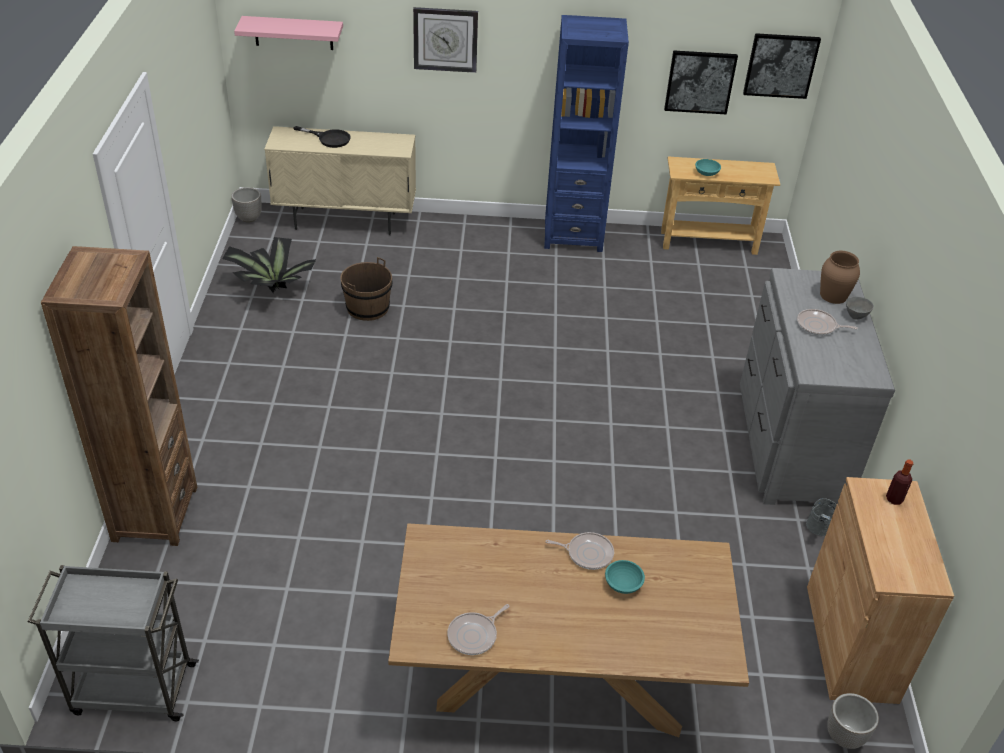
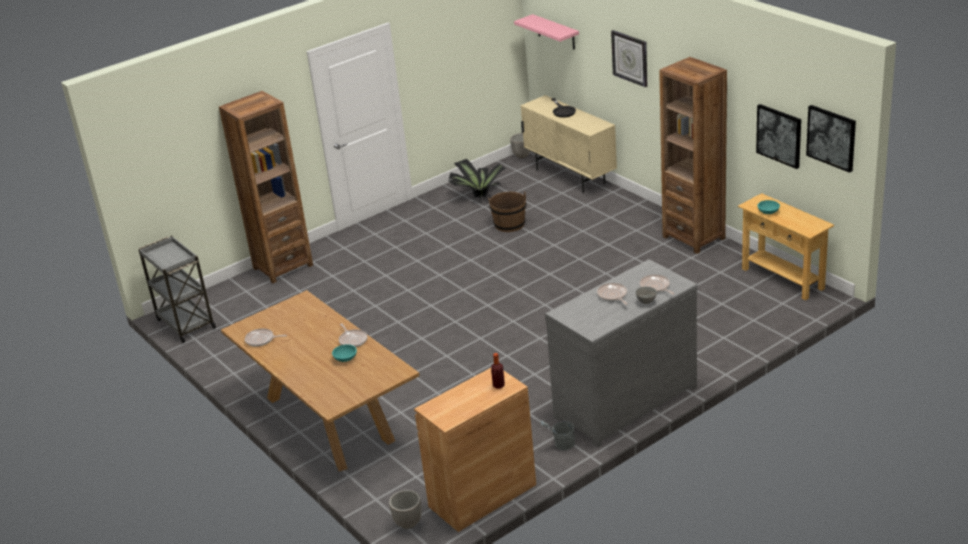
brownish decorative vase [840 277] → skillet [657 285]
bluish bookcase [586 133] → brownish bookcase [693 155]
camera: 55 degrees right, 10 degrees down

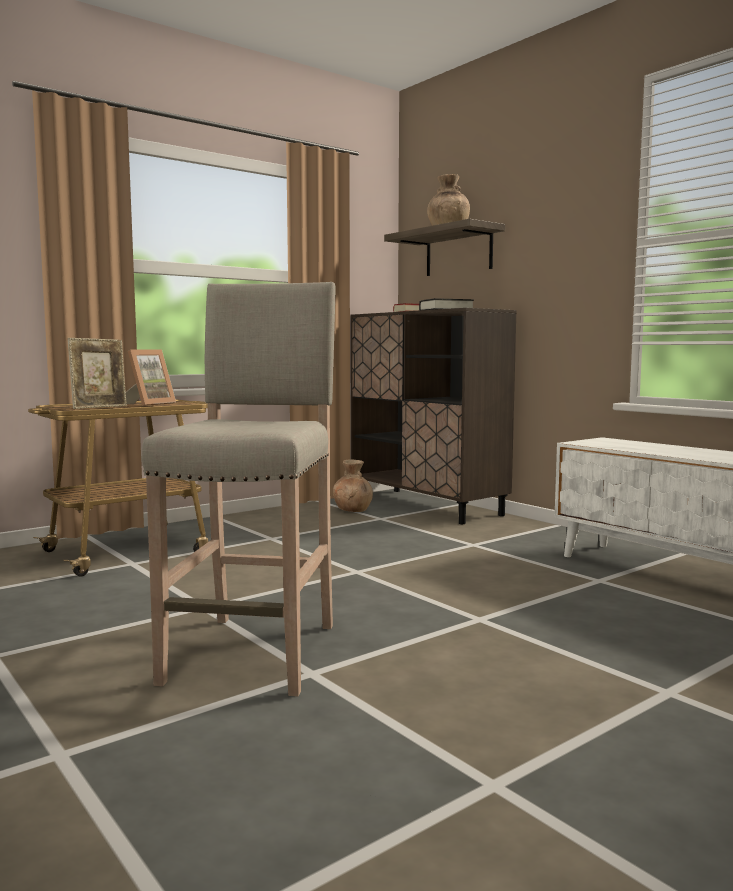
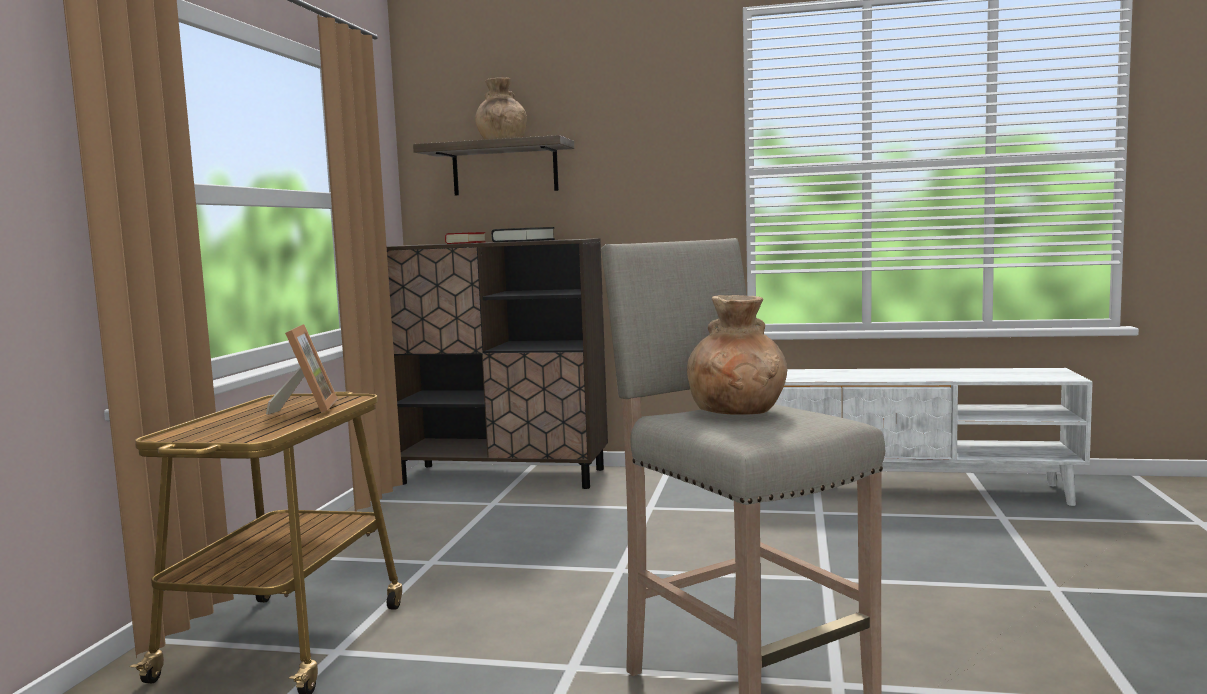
brownish decorative vase [353 485] → brownish decorative vase [737 355], move
photo frame [97 373] → -
camera: 40 degrees left, 0 degrees up

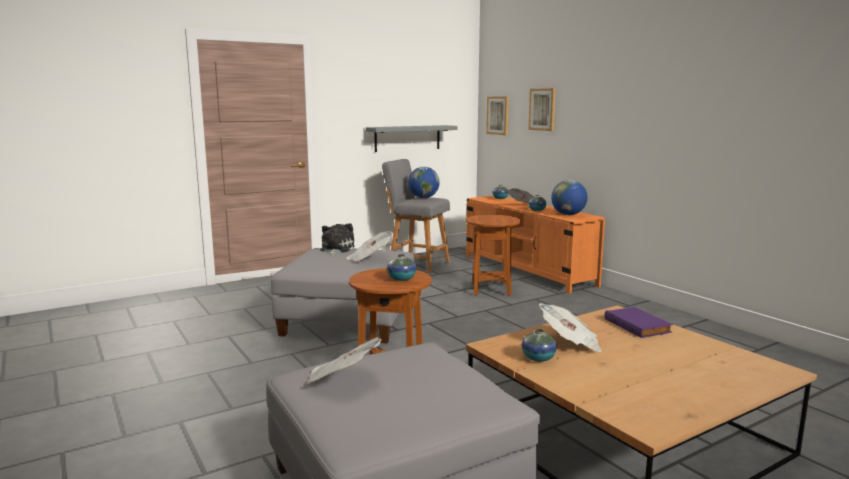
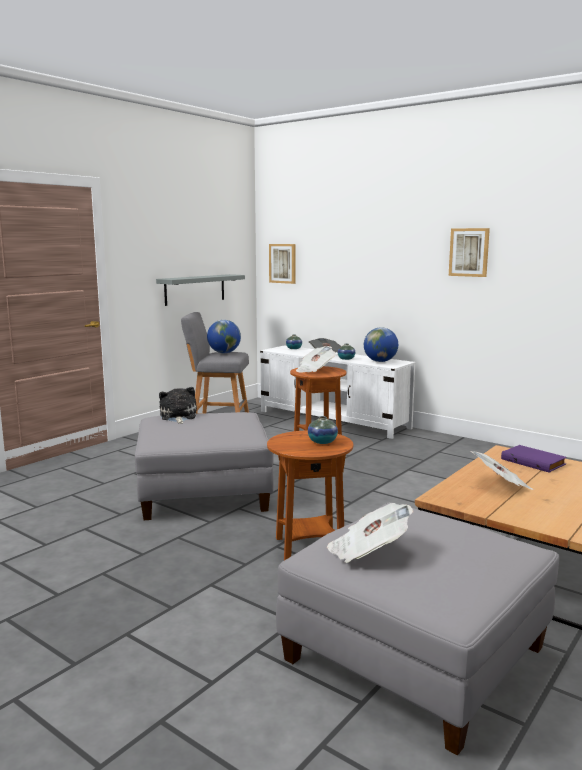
orange-coloured tv stand [536 245] → whitish tv stand [338 392]
daily paper [369 246] → daily paper [316 359], move
wall art [542 109] → wall art [469 252], move
decorative vase [539 345] → -
camera: 20 degrees left, 0 degrees up

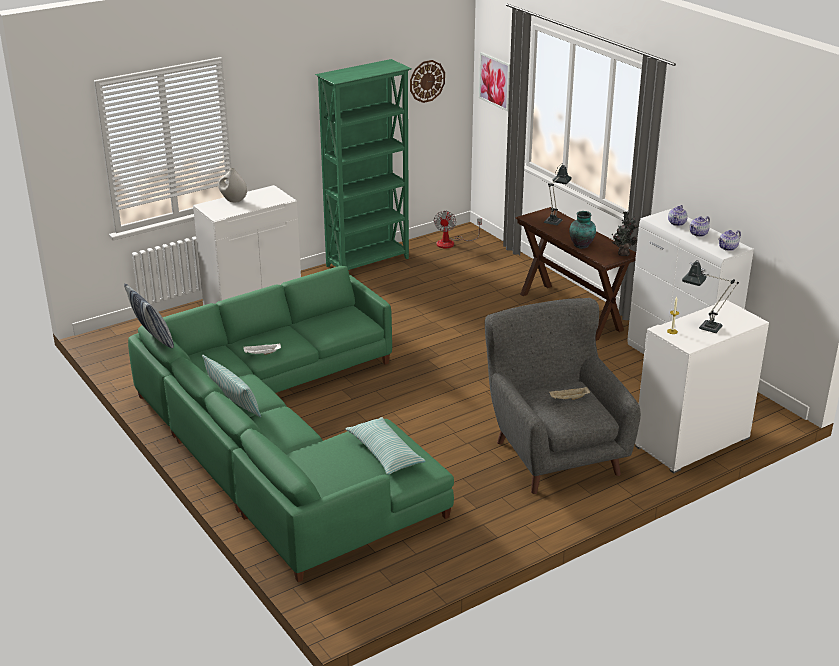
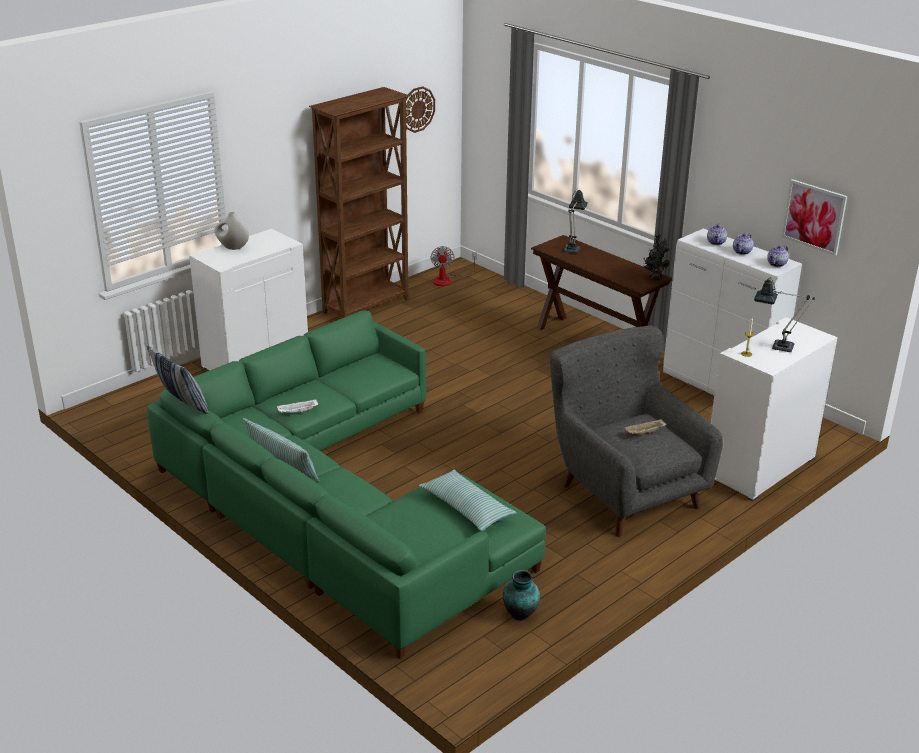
greenish bookcase [363 164] → brownish bookcase [359 202]
decorative vase [582 230] → decorative vase [521 595], move
wall art [494 81] → wall art [815 217], move
camera: 10 degrees left, 0 degrees up

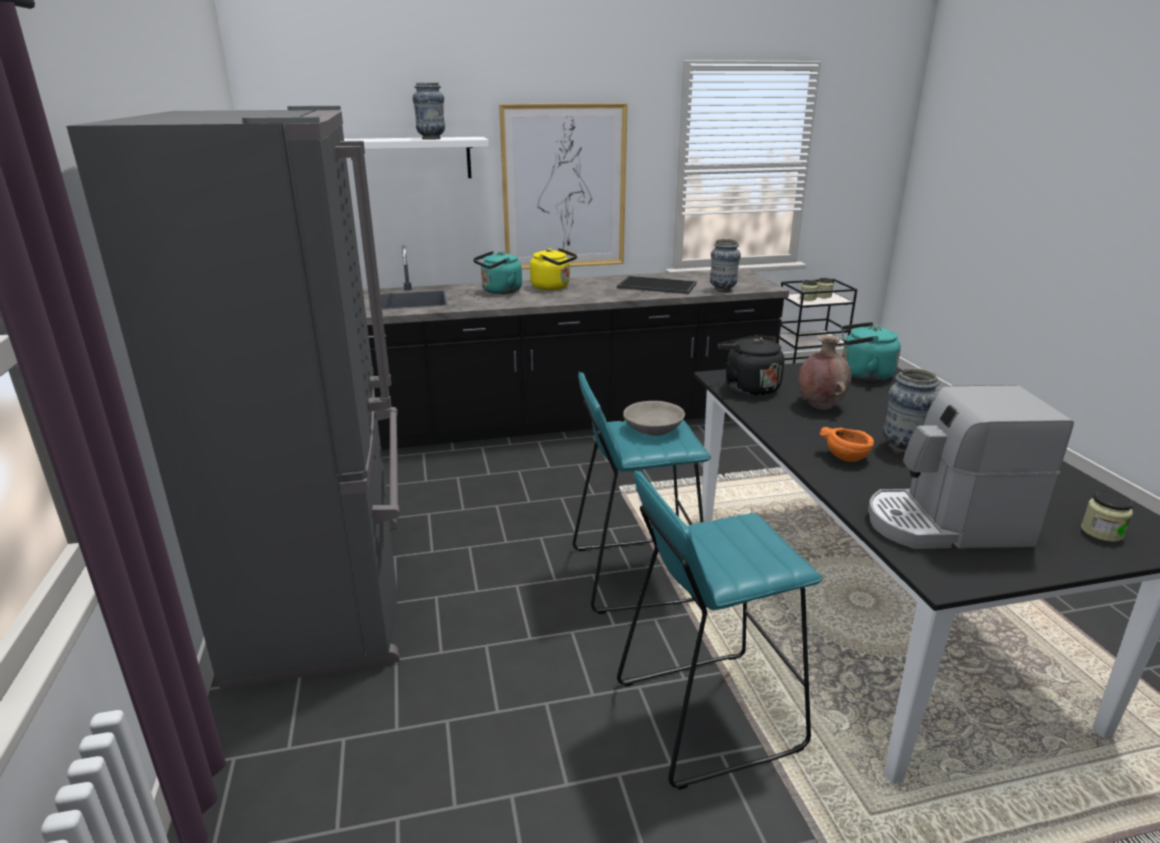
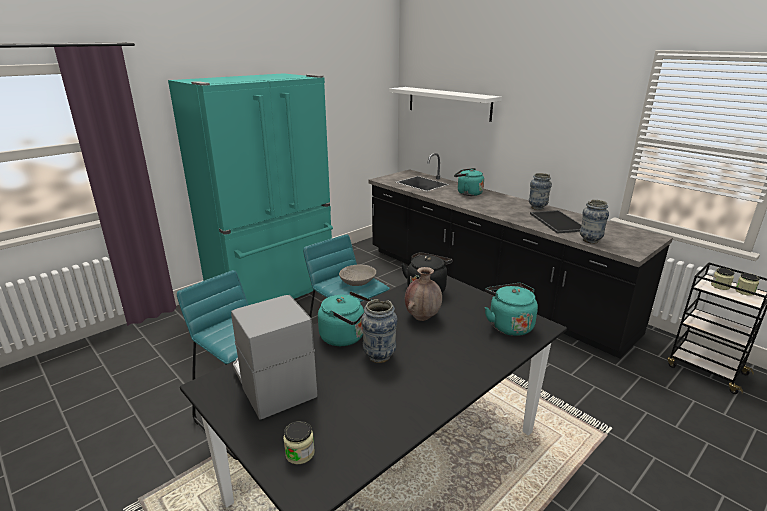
grey refrigerator [233 398] → turquoise-coloured refrigerator [250 189]
orange-coloured serving bowl [847 444] → turquoise-coloured water kettle [344 318]
decorative vase [429 111] → decorative vase [540 191], move
wall art [563 186] → -
yellow water kettle [553 269] → -
camera: 60 degrees right, 0 degrees up

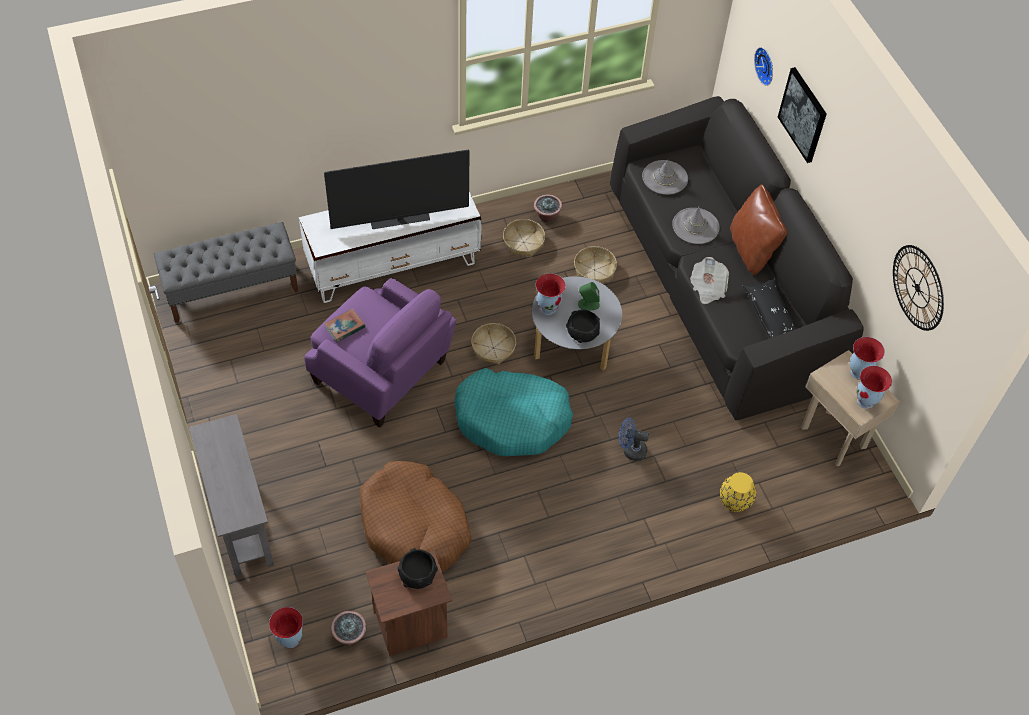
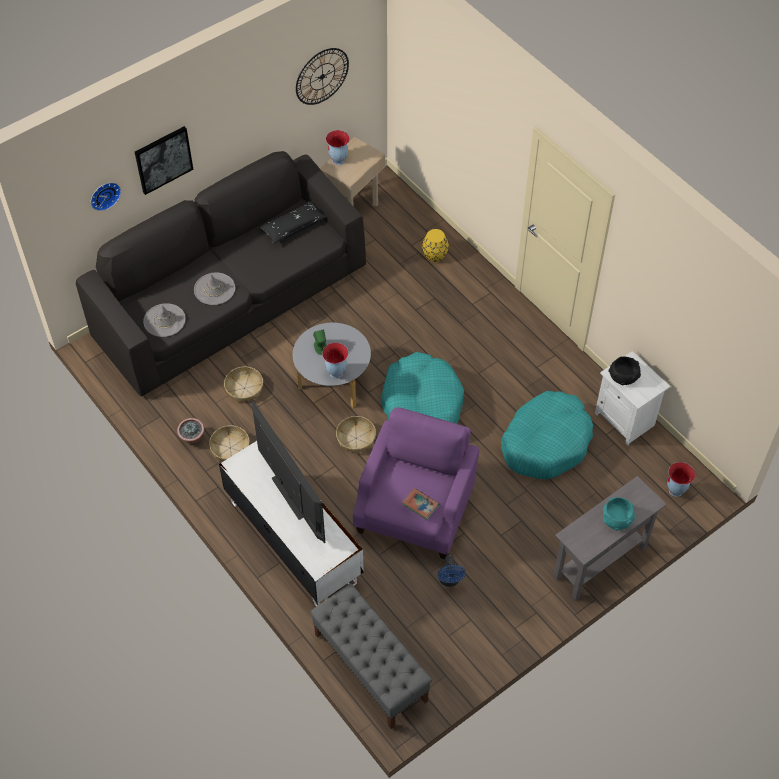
bluish electric fan [634 439] → bluish electric fan [451 571], move
brownish dog cushion [415 516] → turquoise-coloured dog cushion [547 435]
brownish bedside table [408 603] → whitish bedside table [632 398]
- → turquoise-coloured serving bowl [619 514]
houseplant [348 628] → -
black serving bowl [583 326] → -
daily paper [709 280] → -
brownish throw pillow [758 230] → -
decorative vase [874 387] → -
camera: 105 degrees left, 0 degrees up

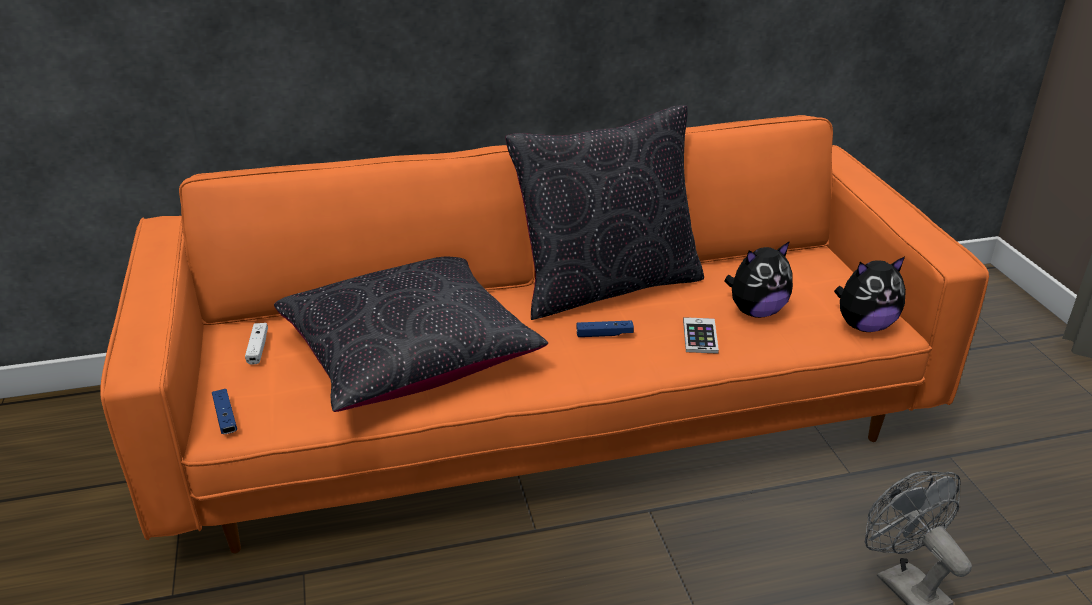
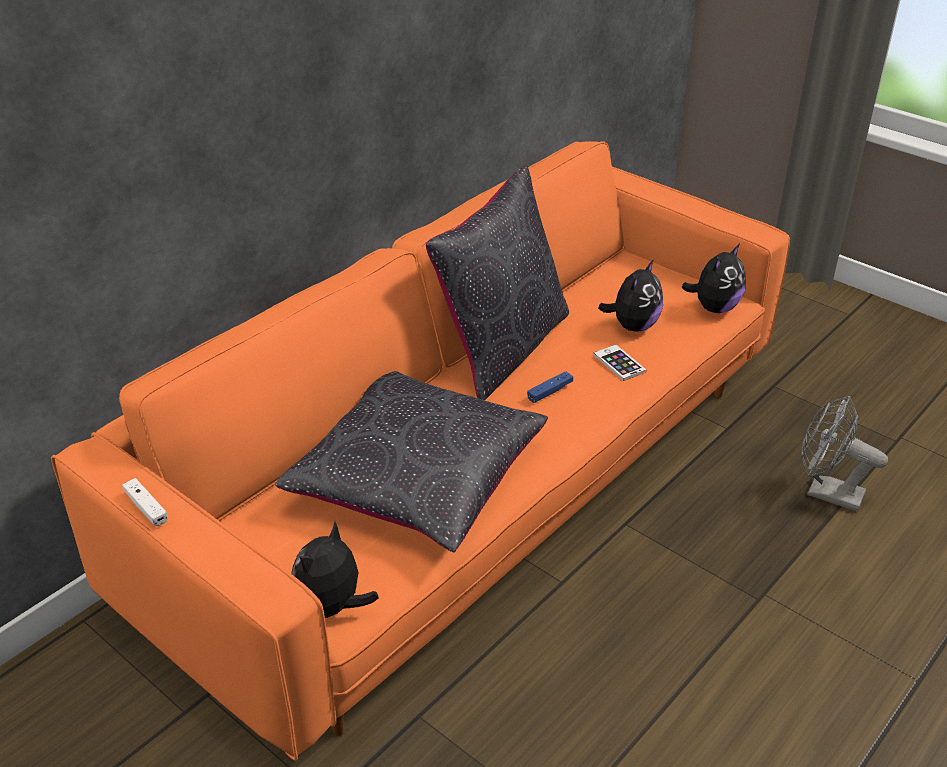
whitish joypad [256 344] → whitish joypad [145 502], move
bluish joypad [224 411] → soft toy [335 570]
camera: 35 degrees left, 5 degrees up

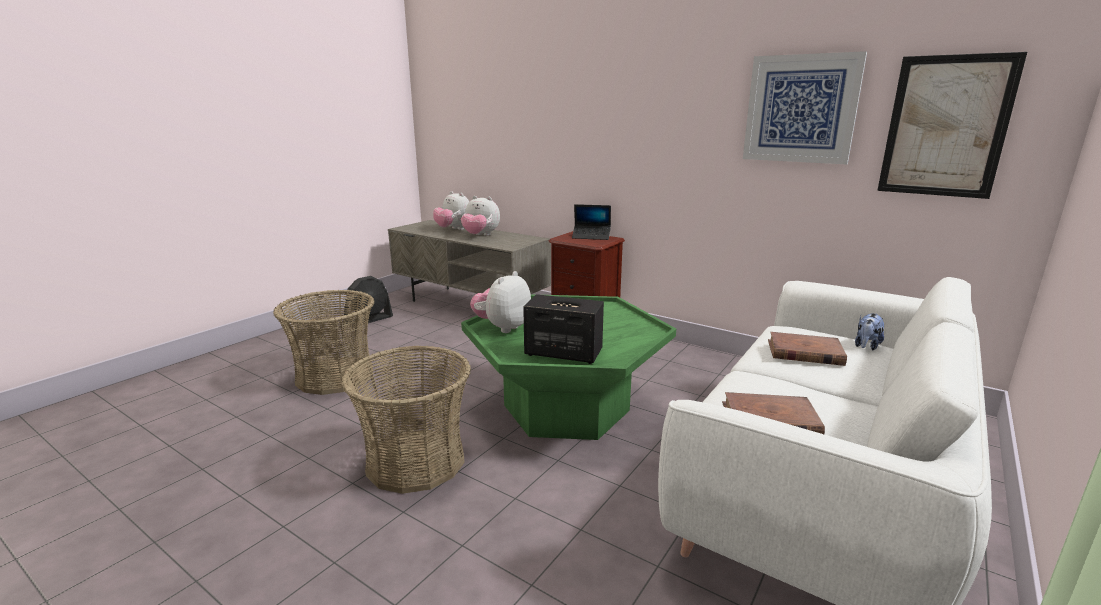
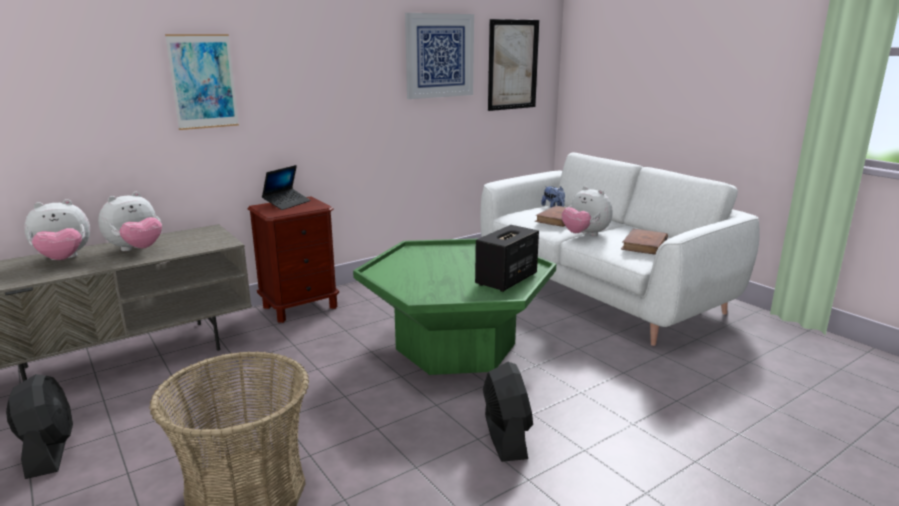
- → wall art [202 82]
storage basket [406 420] → black electric fan [508 412]
soft toy [500 302] → soft toy [587 211], move
camera: 70 degrees left, 0 degrees up

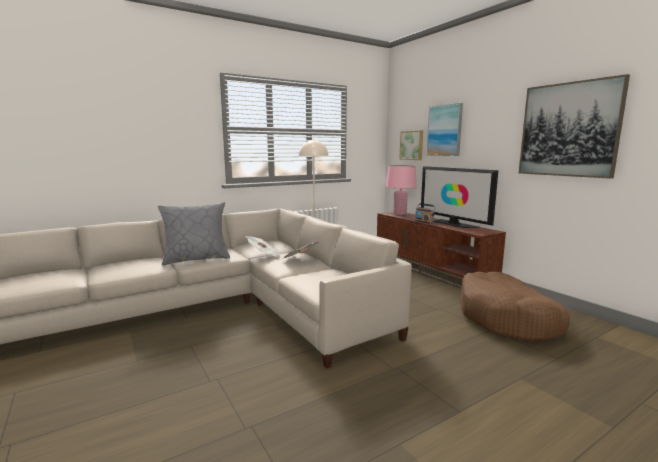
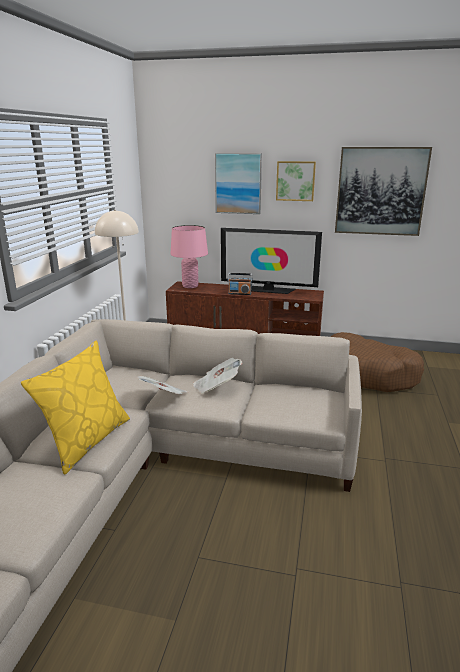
grey throw pillow [194 233] → yellow throw pillow [75 408]
wall art [411 145] → wall art [296 181], move
camera: 45 degrees left, 10 degrees up

